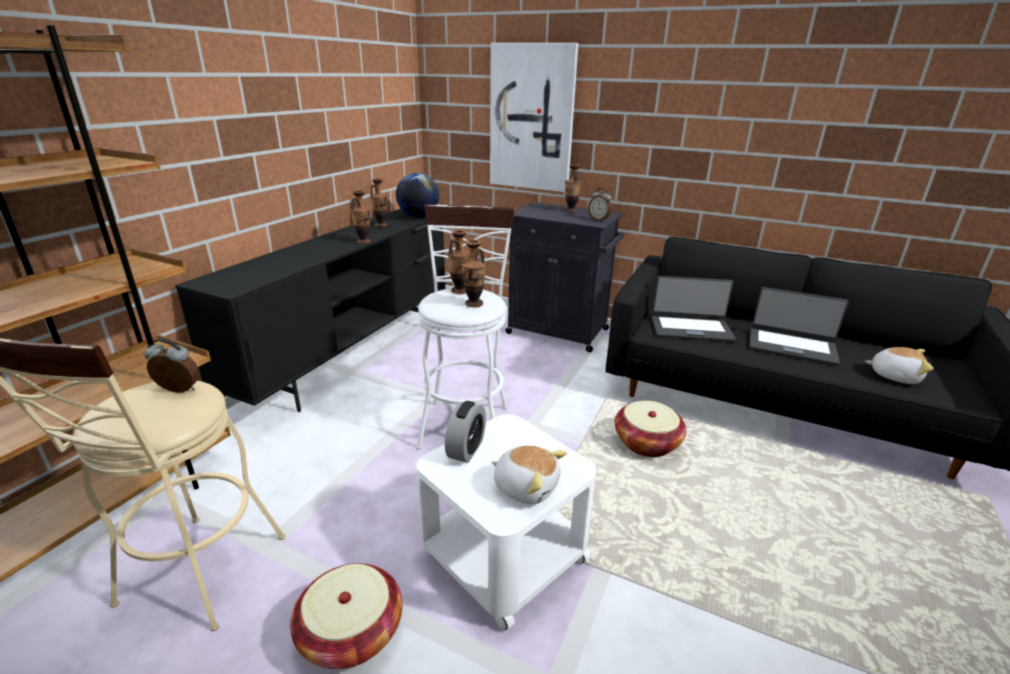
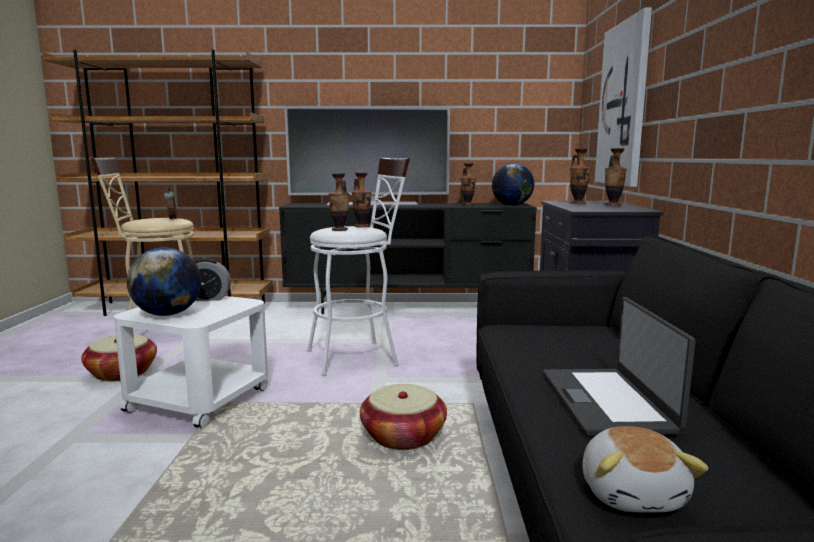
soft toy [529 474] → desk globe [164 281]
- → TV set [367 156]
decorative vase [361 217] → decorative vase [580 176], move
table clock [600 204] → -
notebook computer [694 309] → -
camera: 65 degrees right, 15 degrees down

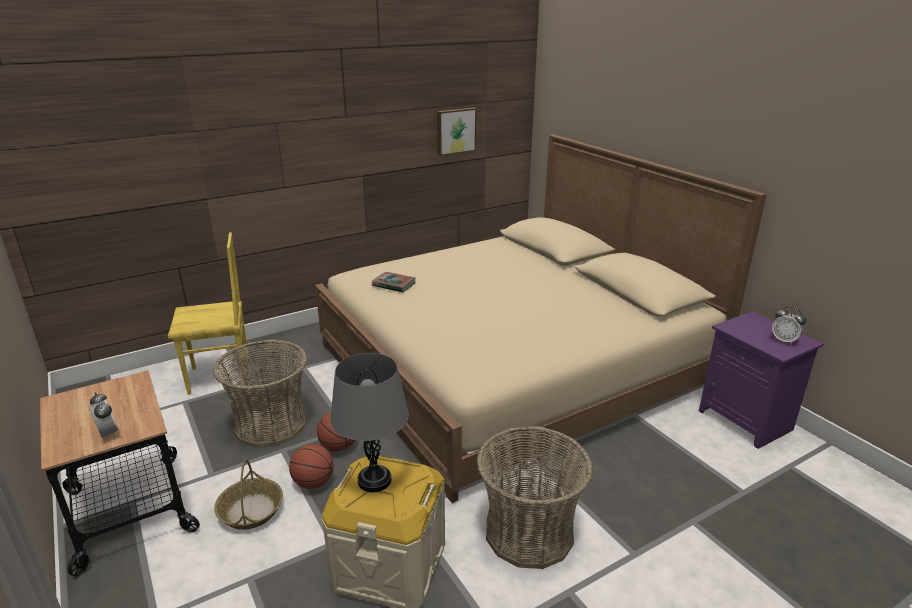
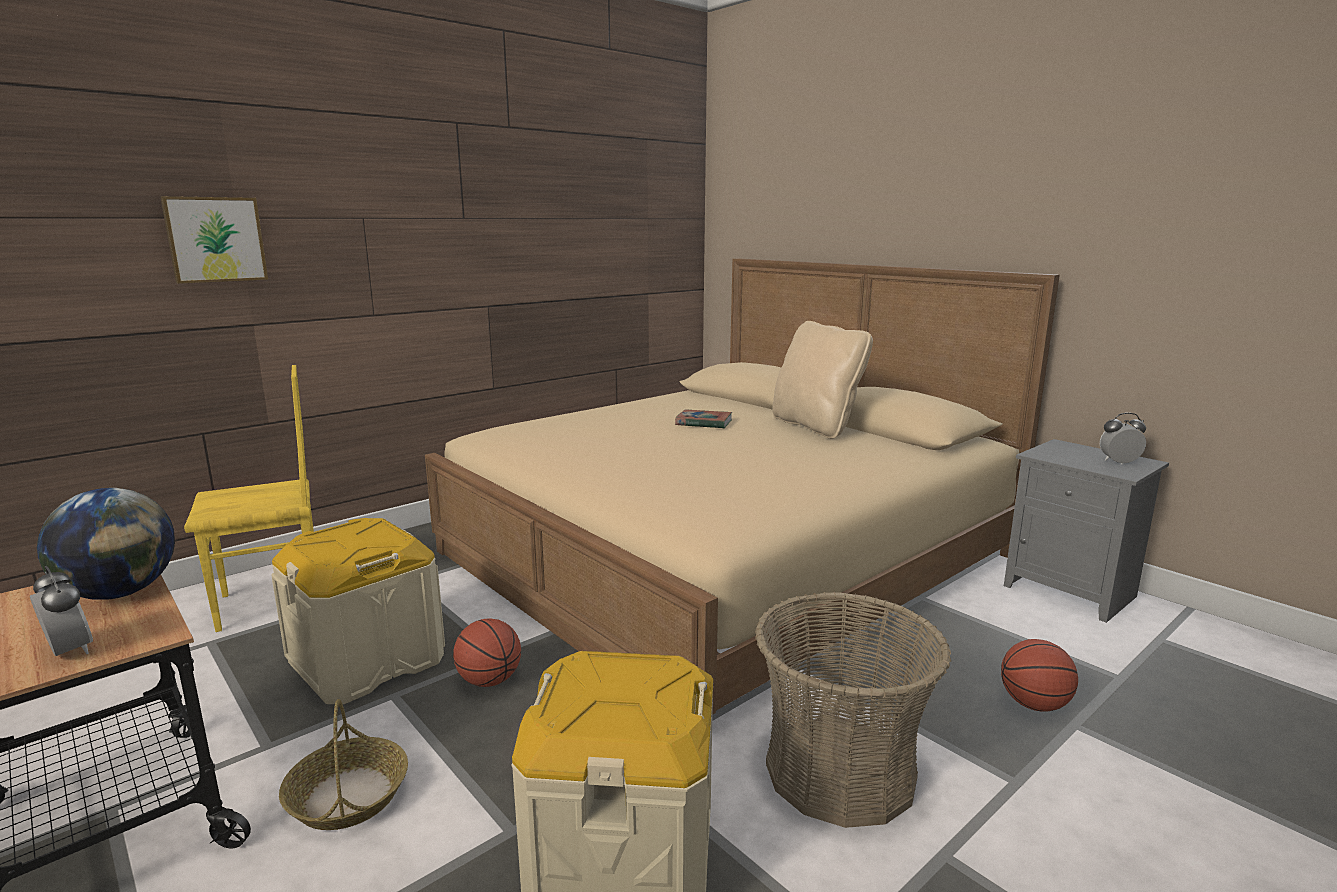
- → desk globe [106 544]
wall art [457 132] → wall art [214 240], move
storage basket [260 394] → sand-coloured storage box [358 611]
volume [394 282] → volume [703 419], move
- → sand-coloured throw pillow [822 380]
ball for basketball [311 466] → ball for basketball [1039 675], move
purplish bedside table [761 380] → grey bedside table [1086 531]
table clock [789 326] → table clock [1123 439], 150 degrees clockwise
grey lamp for a table [369 422] → -
camera: 10 degrees left, 10 degrees down

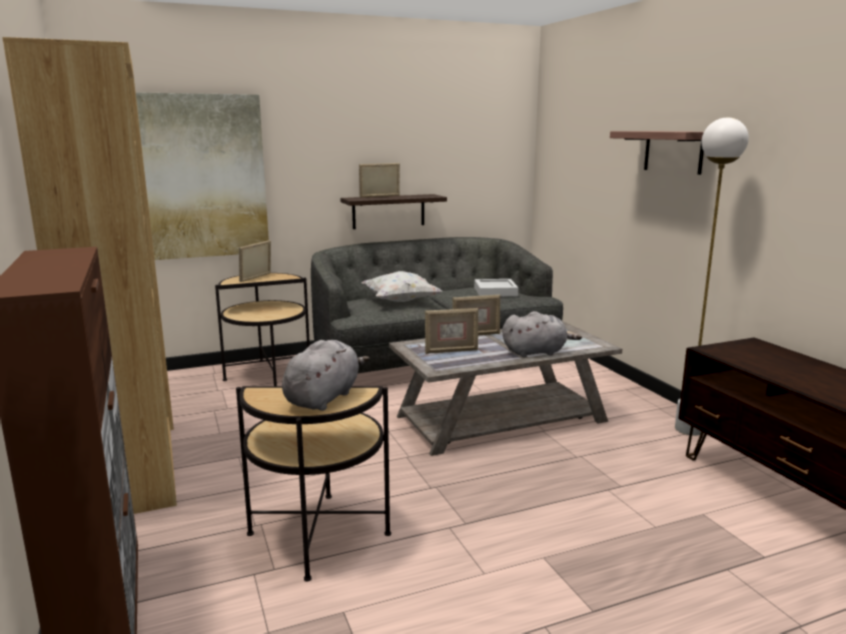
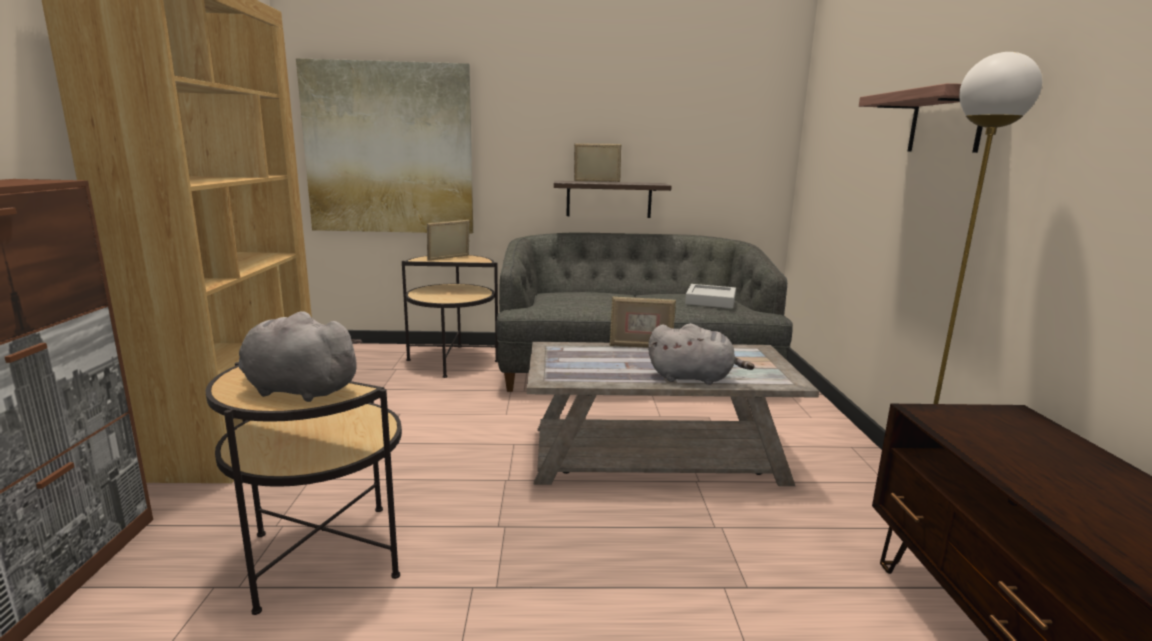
grey soft toy [326 375] → grey soft toy [300 356], 120 degrees counterclockwise
whitish throw pillow [402 286] → -
photo frame [451 331] → -
camera: 20 degrees right, 0 degrees up

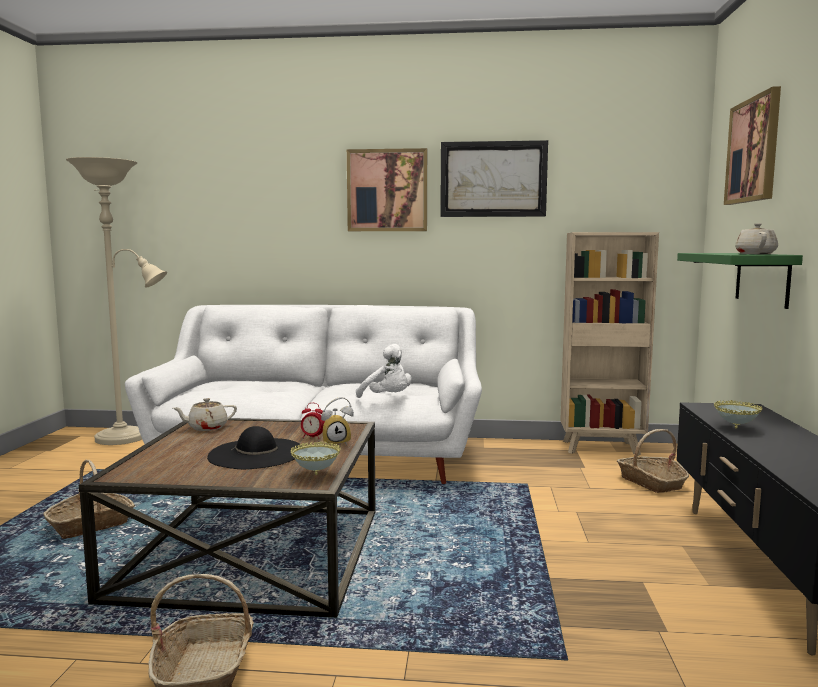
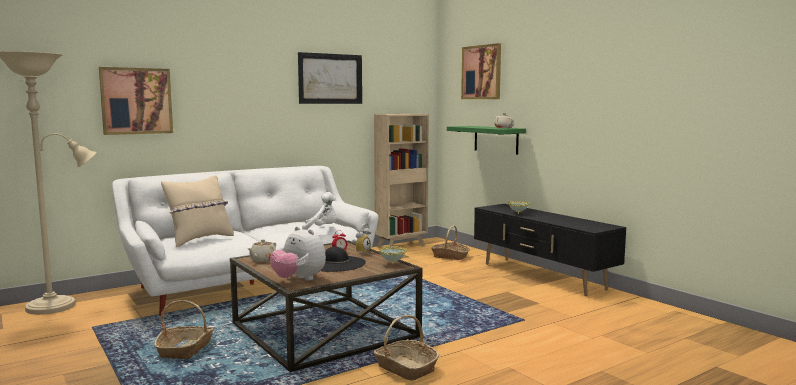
wall art [387 189] → wall art [136 101], move
- → sand-coloured throw pillow [197 211]
- → soft toy [298 253]
camera: 40 degrees left, 0 degrees up

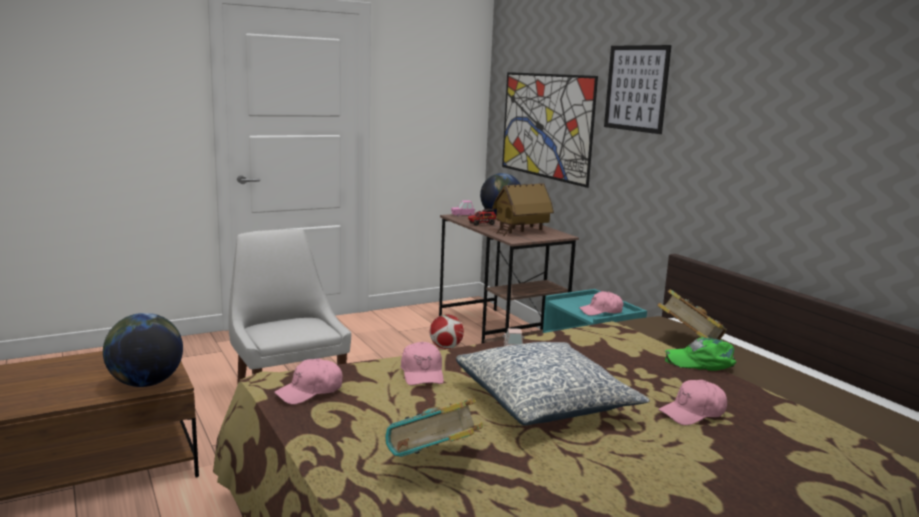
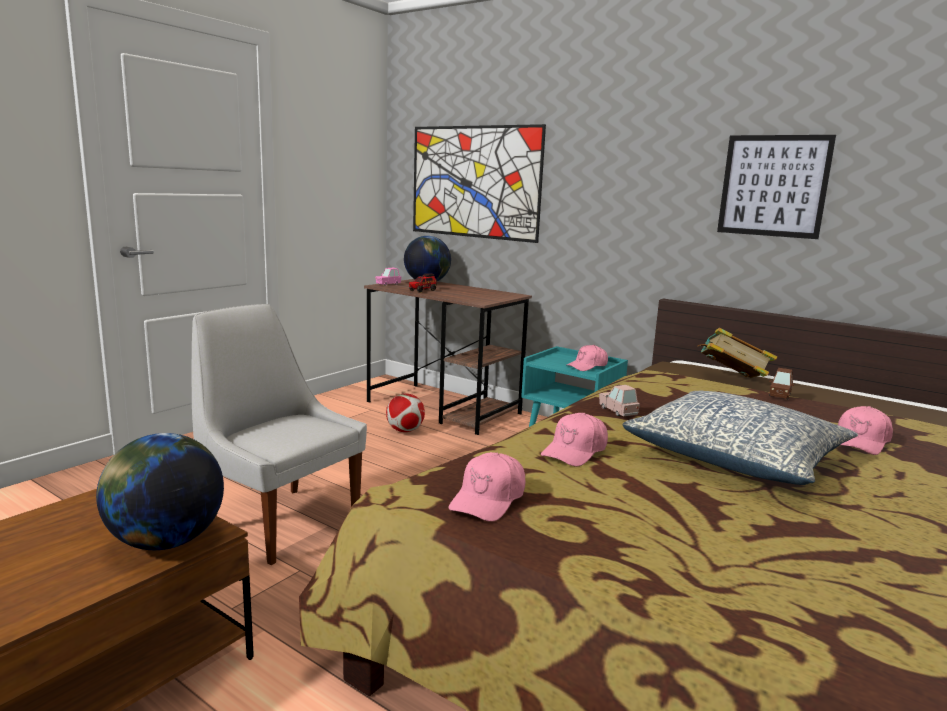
pinkish peaked cap [422 363] → pinkish peaked cap [574 440], 75 degrees clockwise
wall art [638 89] → wall art [776 187], move
greenish peaked cap [700 354] → brownish toy car [781 383]
volume [434 427] → -
toy house [523 209] → -
camera: 25 degrees left, 0 degrees up

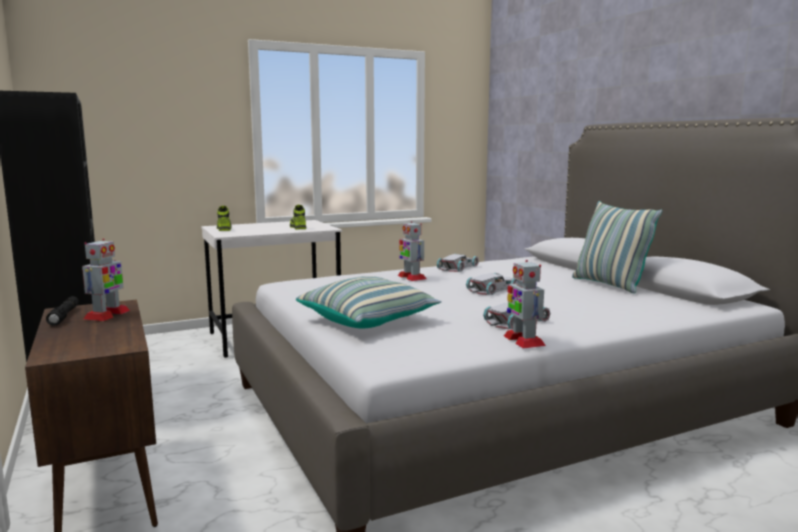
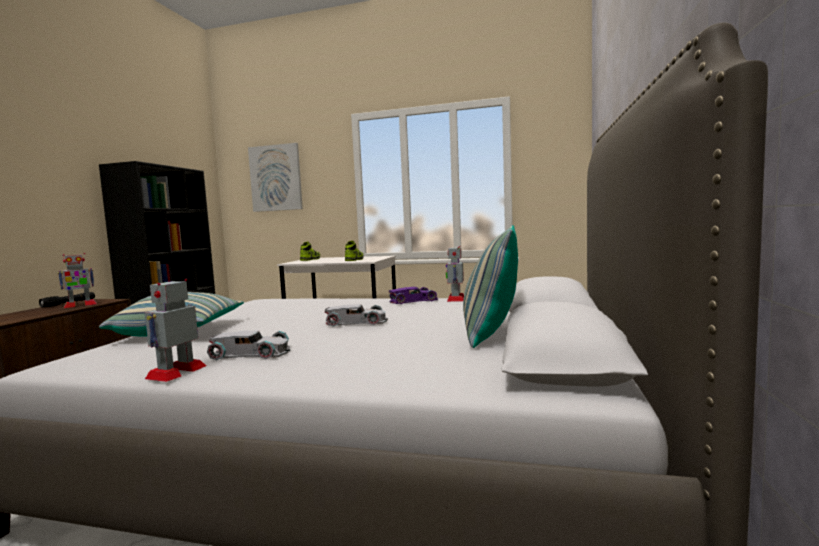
- → wall art [275 177]
whitish toy car [458 263] → purplish toy car [413 295]
model robot [412 251] → model robot [455 274], move
camera: 40 degrees right, 5 degrees down

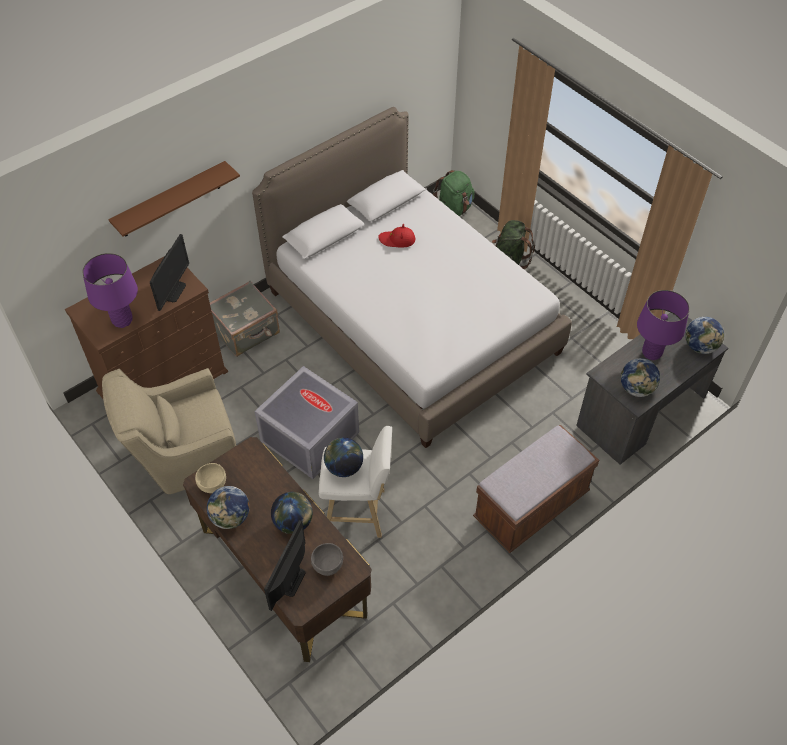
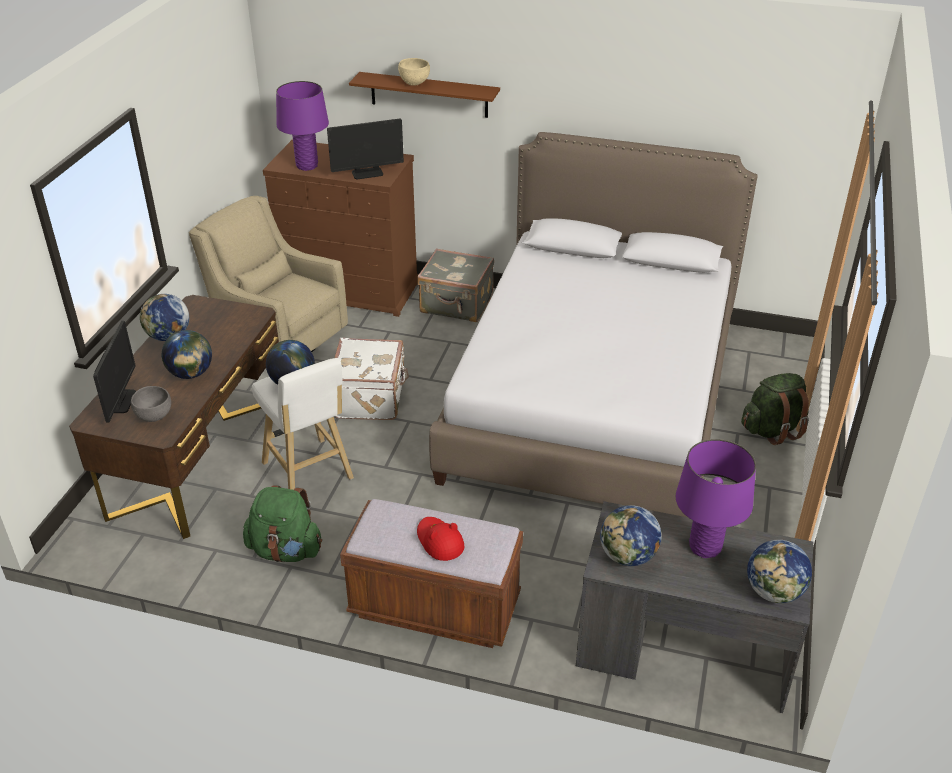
computer display [285 565] → computer display [114 371], 105 degrees clockwise
greenish knapsack [454 193] → greenish knapsack [282 523], move
grey storage box [306 422] → whitish suitcase [371 379]
sand-coloured serving bowl [210 478] → sand-coloured serving bowl [414 72], move
reddish wearable hat [396 235] → reddish wearable hat [440 539], move
camera: 55 degrees right, 15 degrees down

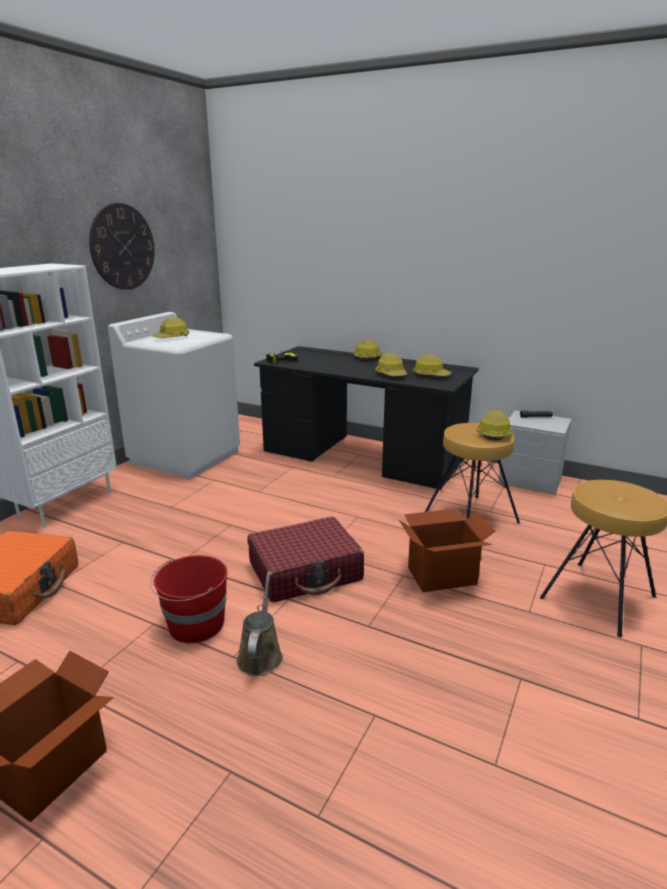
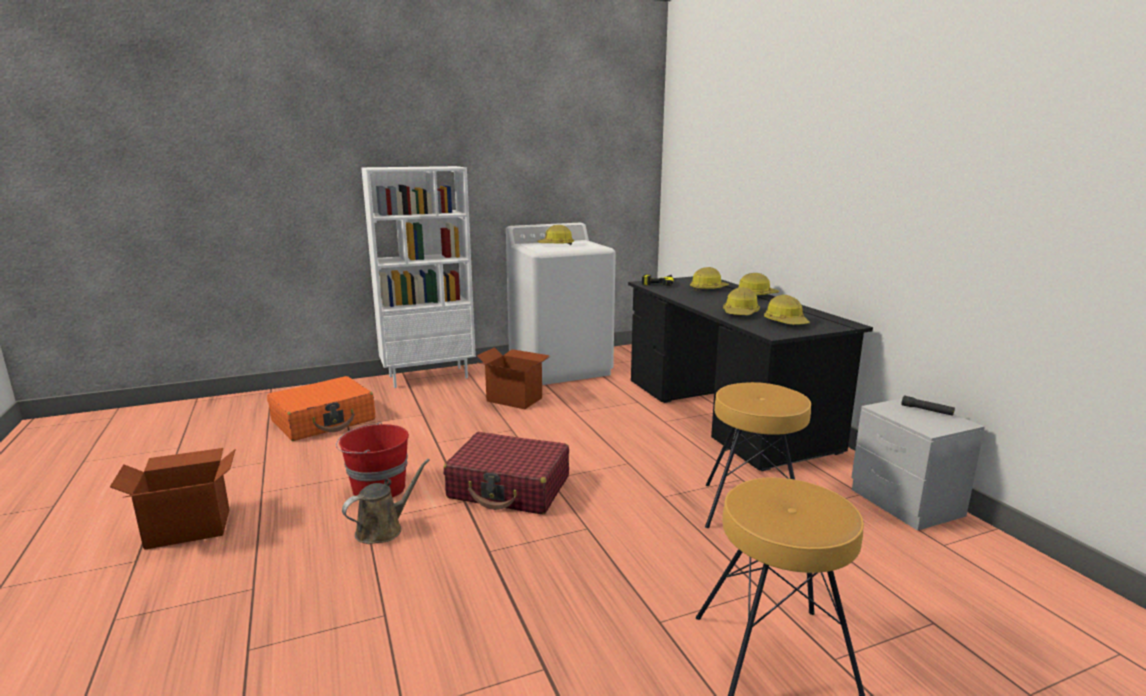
cardboard box [447 550] → cardboard box [513 378], move
work helmet [494 425] → work helmet [709 279], move
wall clock [122 246] → -
camera: 40 degrees right, 5 degrees down

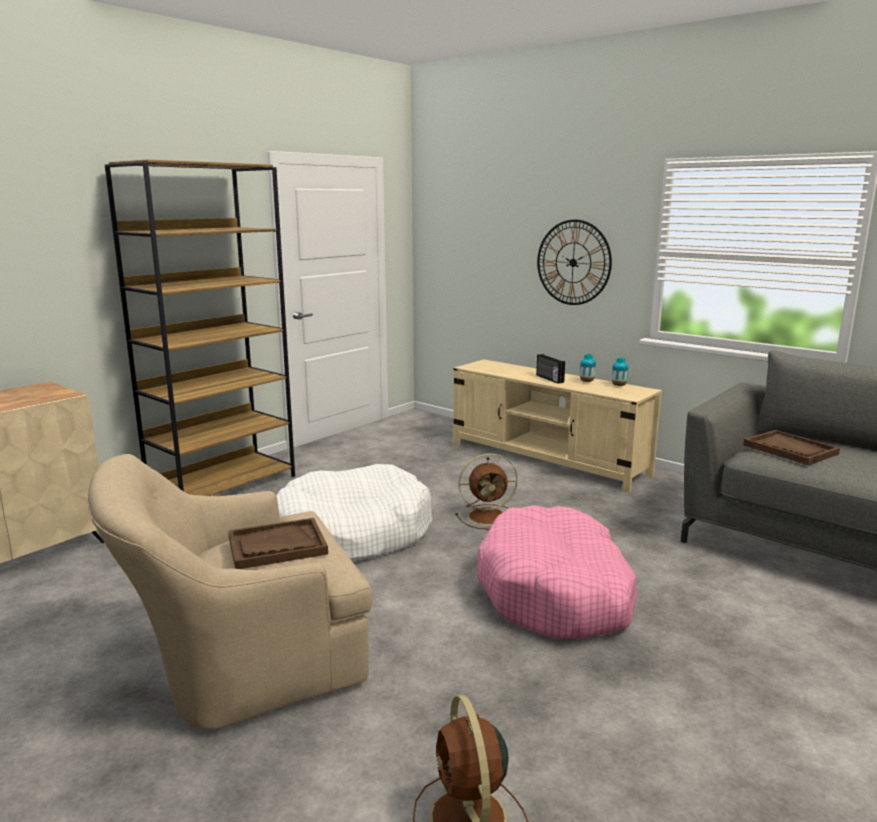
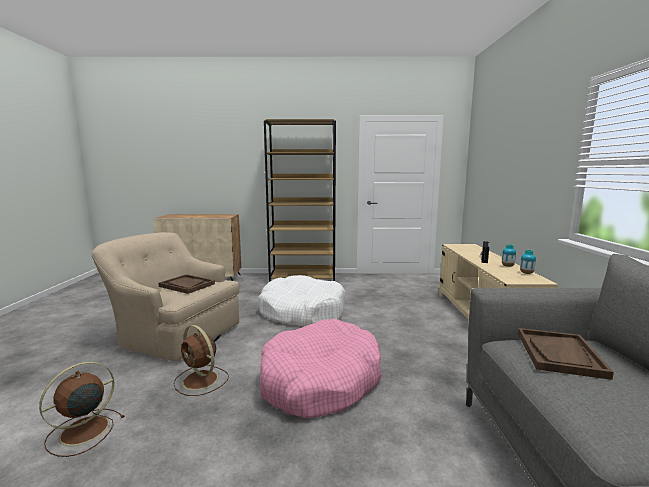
brownish electric fan [486 491] → brownish electric fan [201 360], move
wall clock [574 262] → -
camera: 50 degrees right, 5 degrees down

